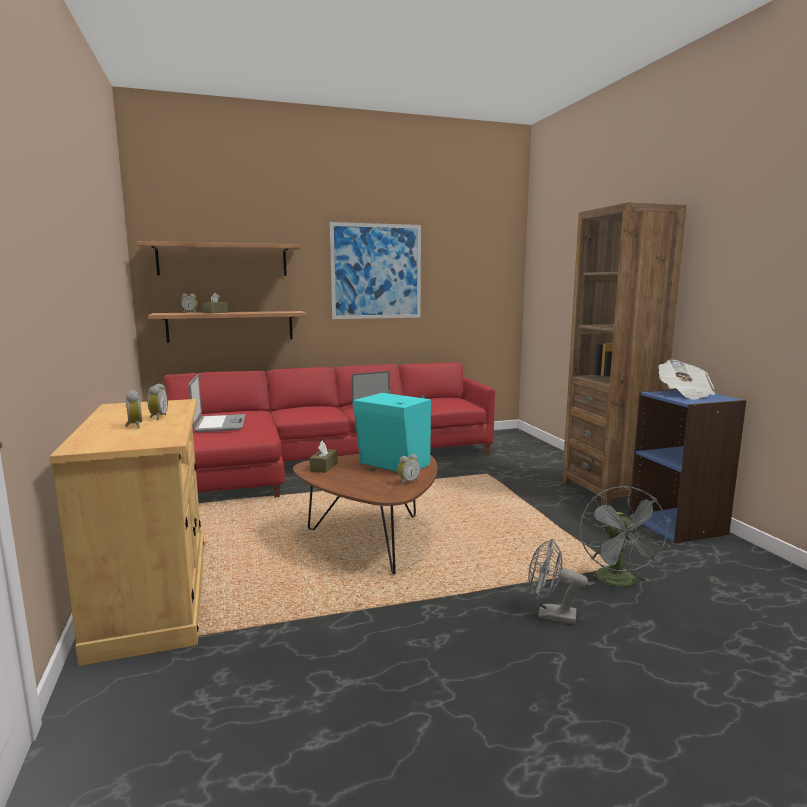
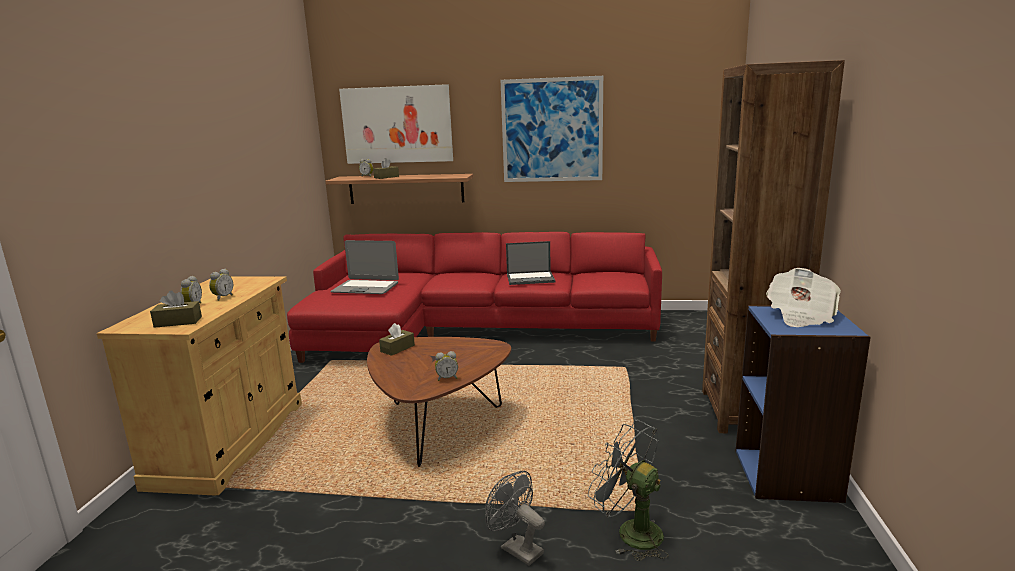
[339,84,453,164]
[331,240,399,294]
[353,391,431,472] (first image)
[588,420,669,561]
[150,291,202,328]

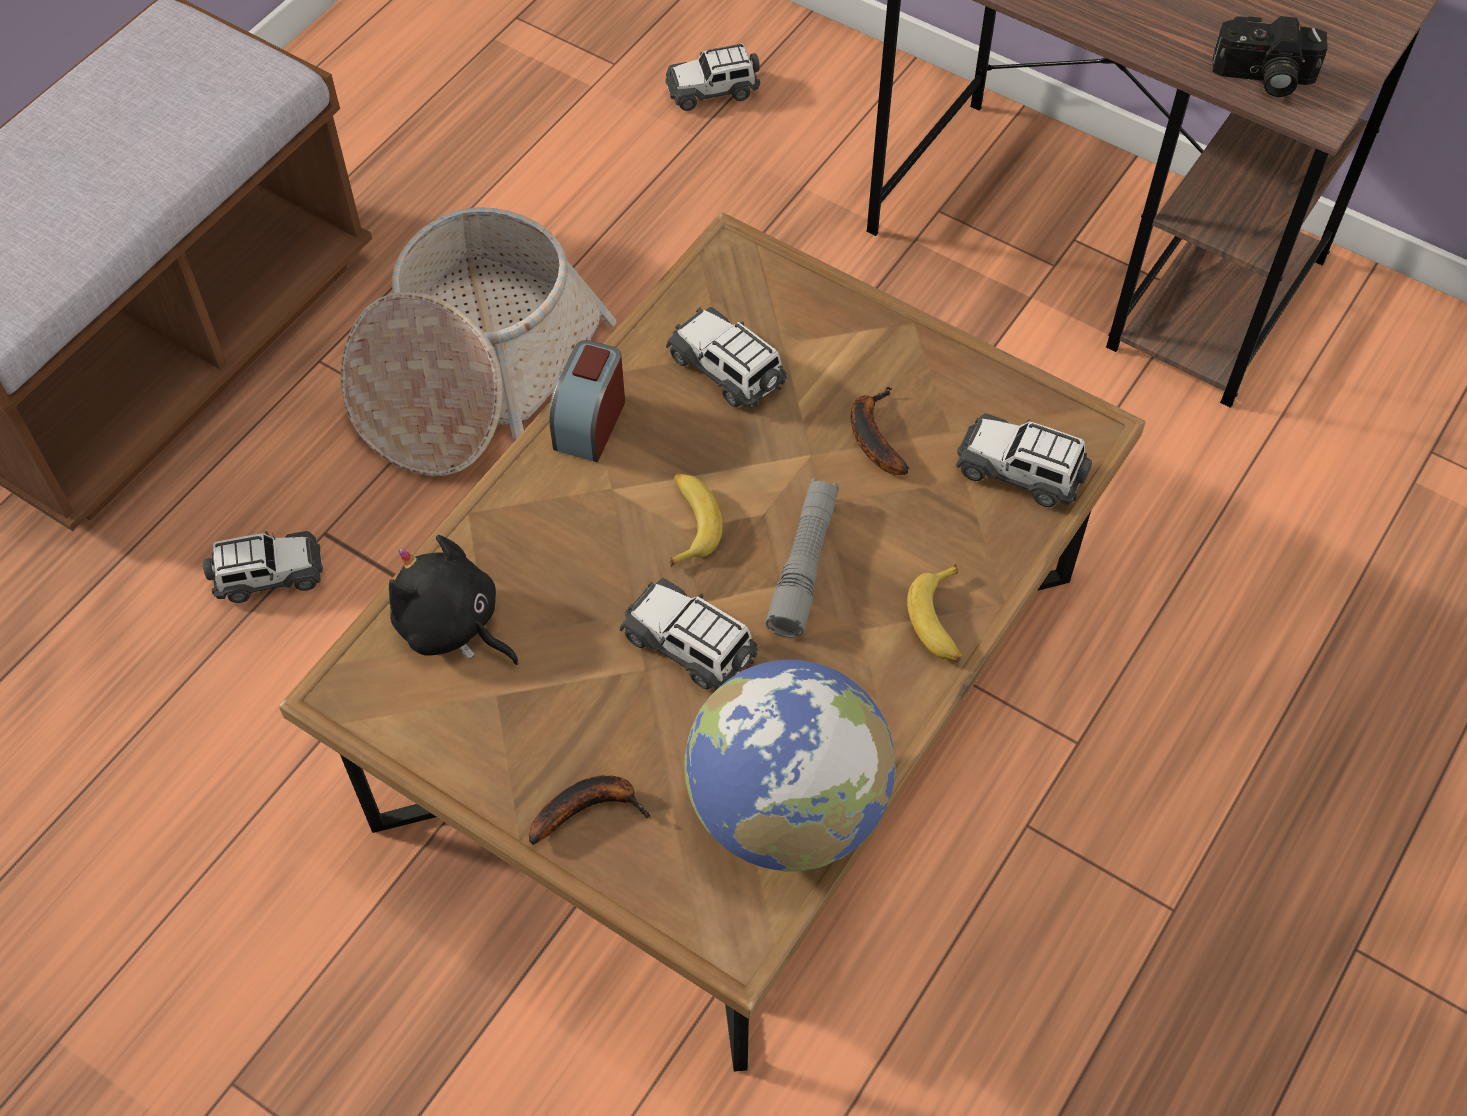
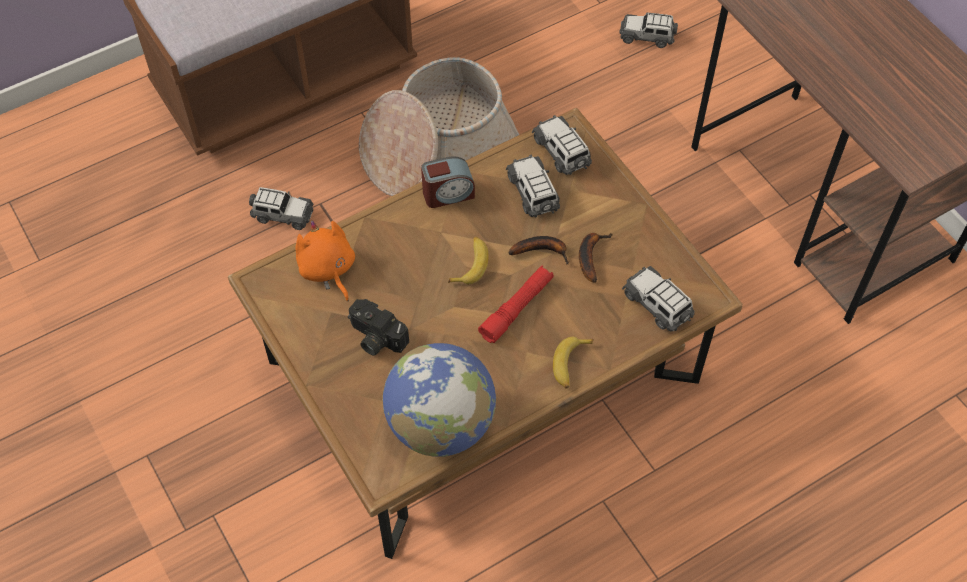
[348,299,409,356]
[421,157,475,208]
[478,265,554,343]
[295,221,355,301]
[532,115,592,175]
[508,236,569,264]

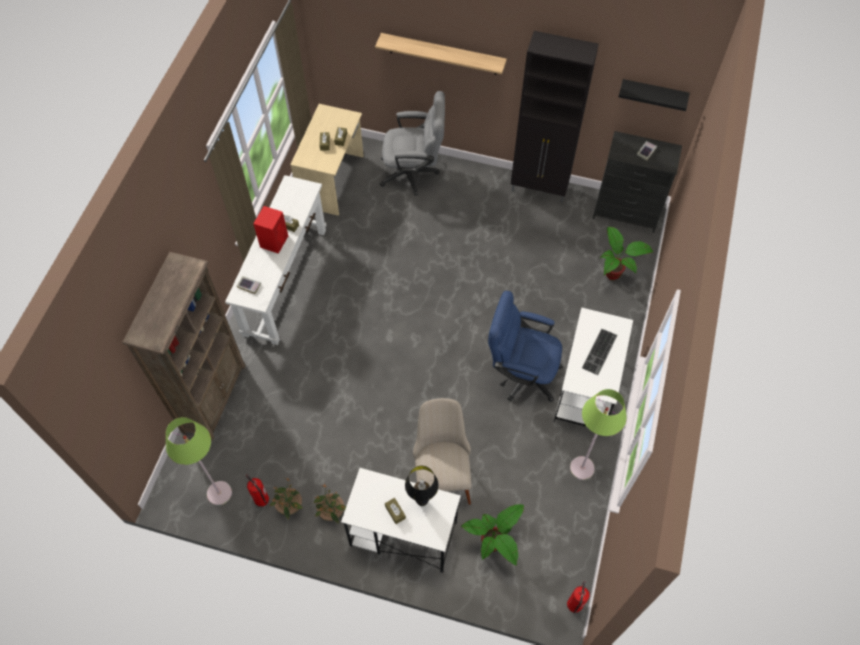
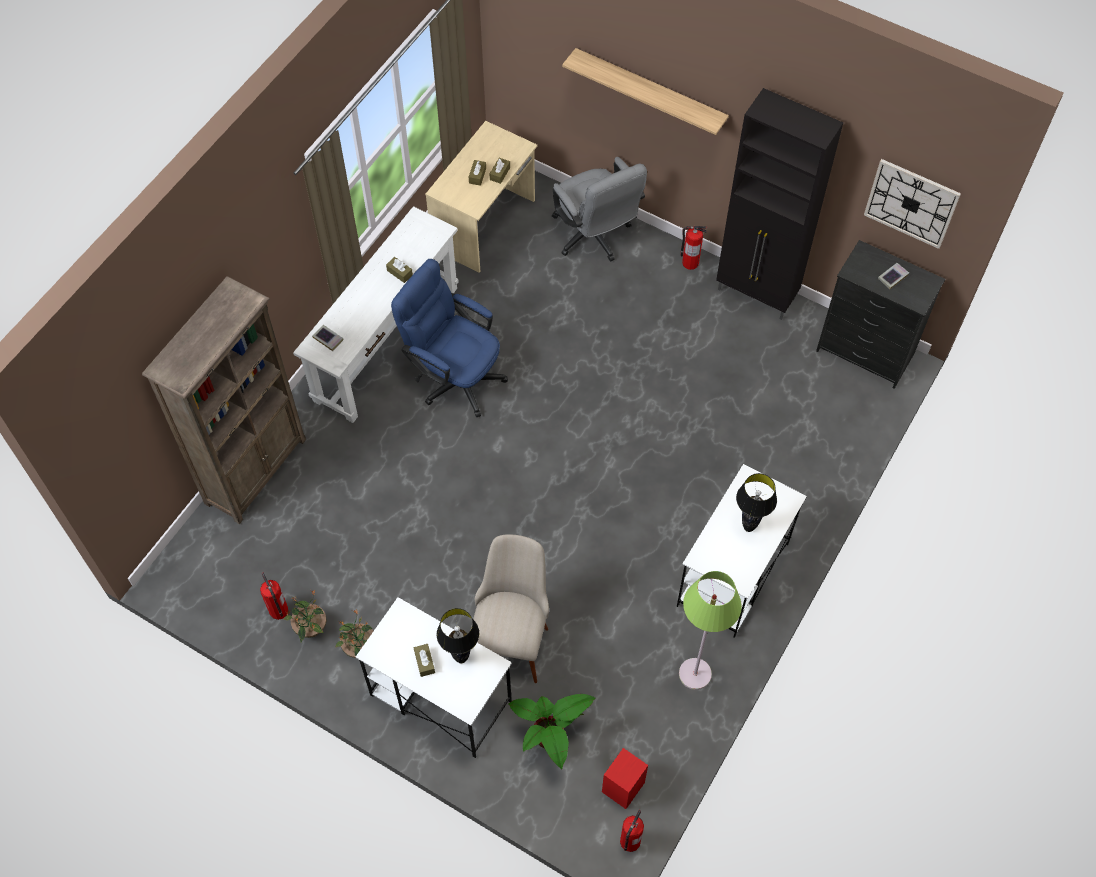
[864,159,961,249]
[552,157,647,262]
[602,748,648,809]
[599,227,653,280] (first image)
[391,259,508,417]
[736,473,777,532]
[166,417,232,505] (first image)
[681,226,707,270]

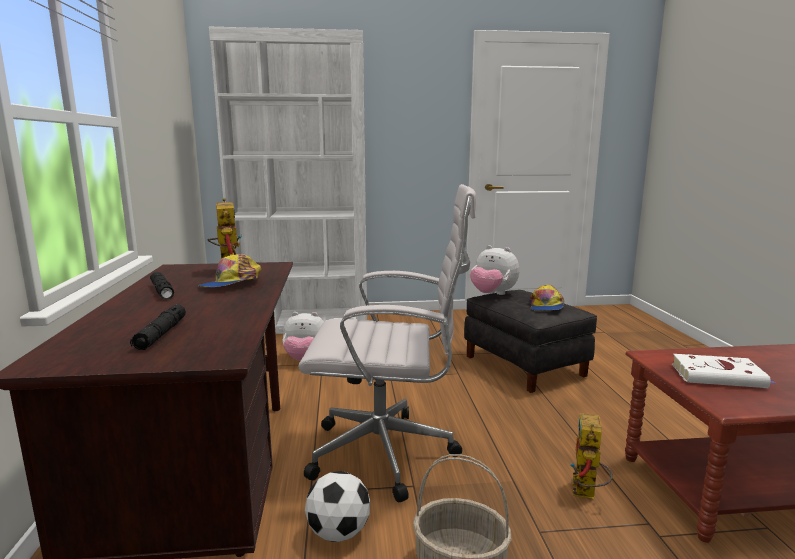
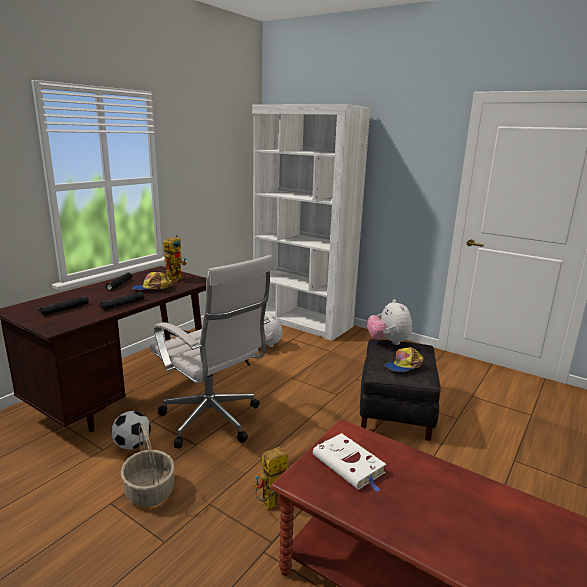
[99,292,144,310]

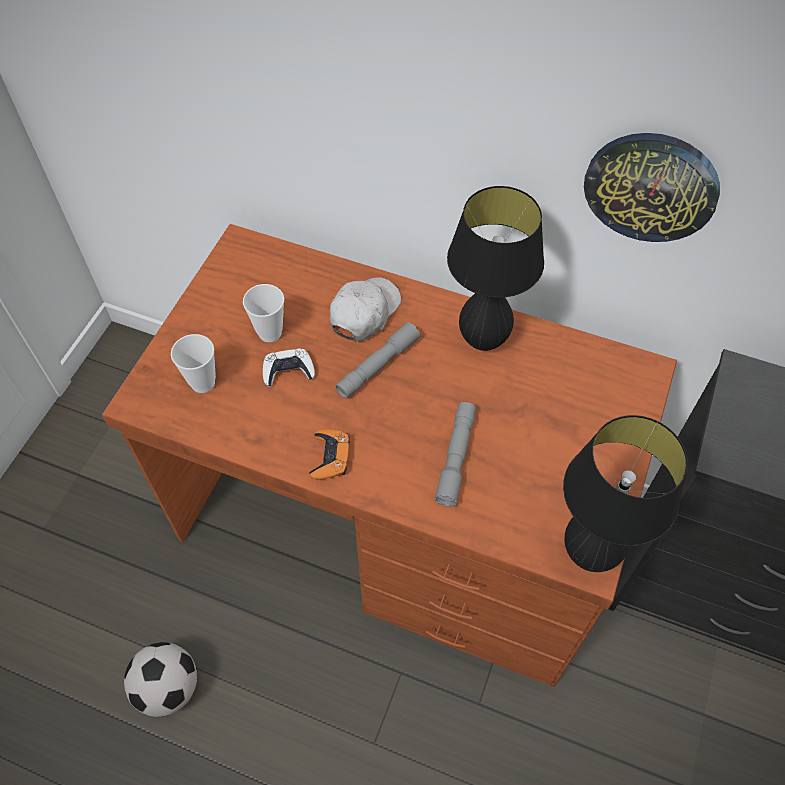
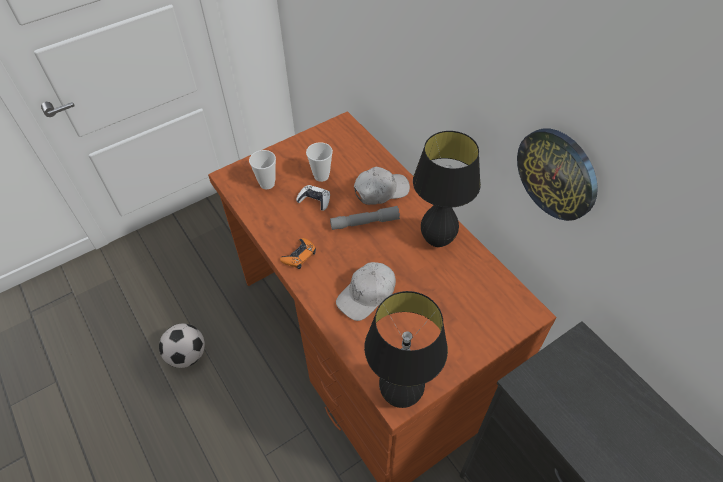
[336,262,396,321]

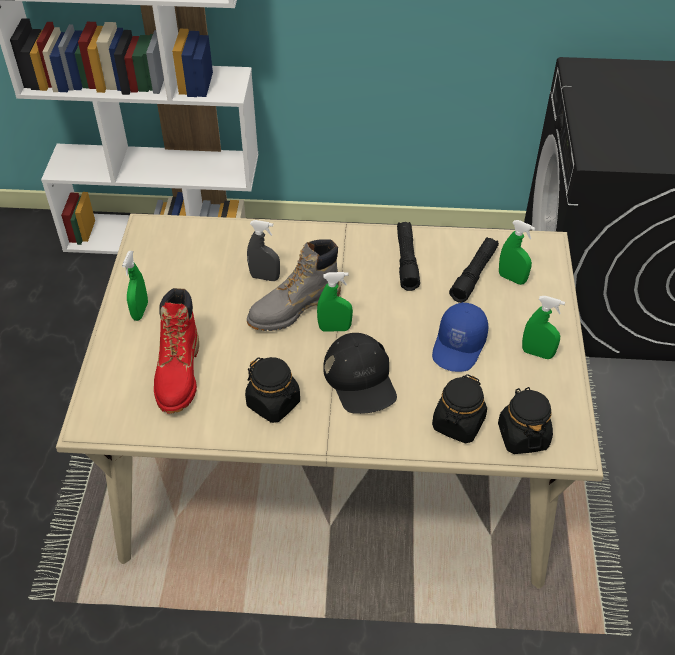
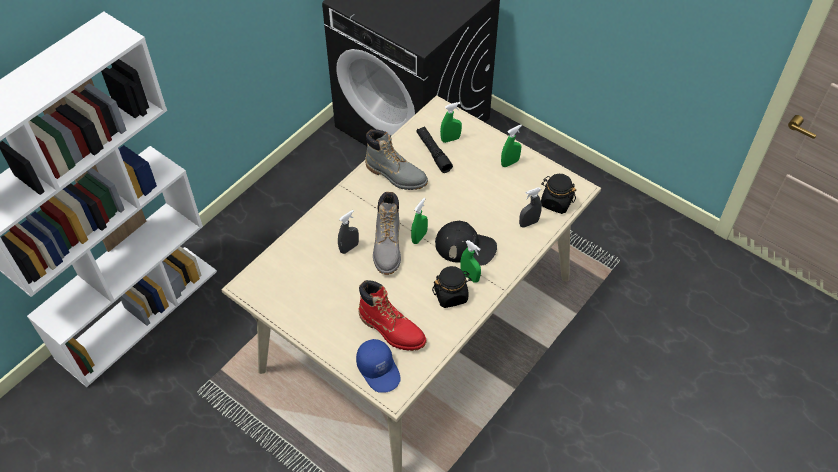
[365,129,428,190]
[460,240,481,283]
[356,339,401,393]
[519,187,542,228]

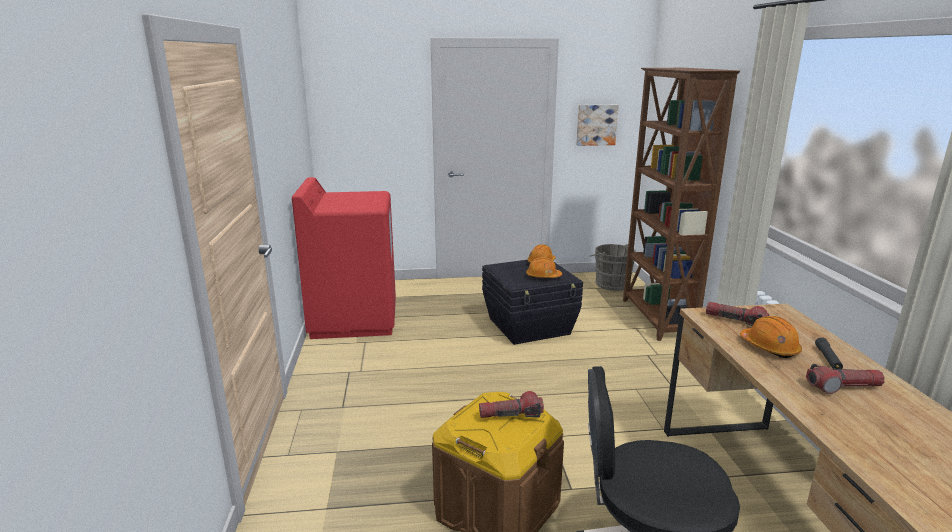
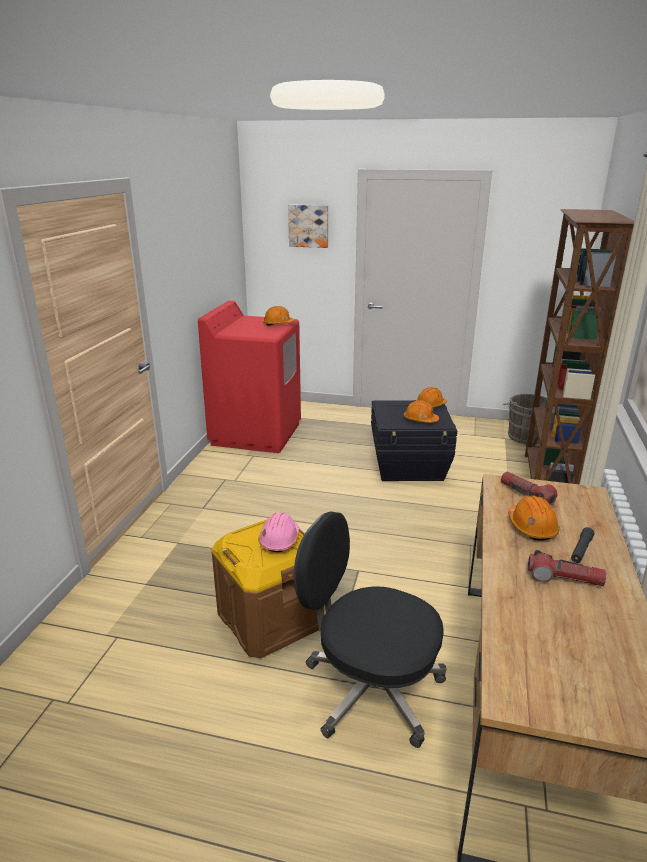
[288,204,328,248]
[258,512,299,552]
[263,306,295,326]

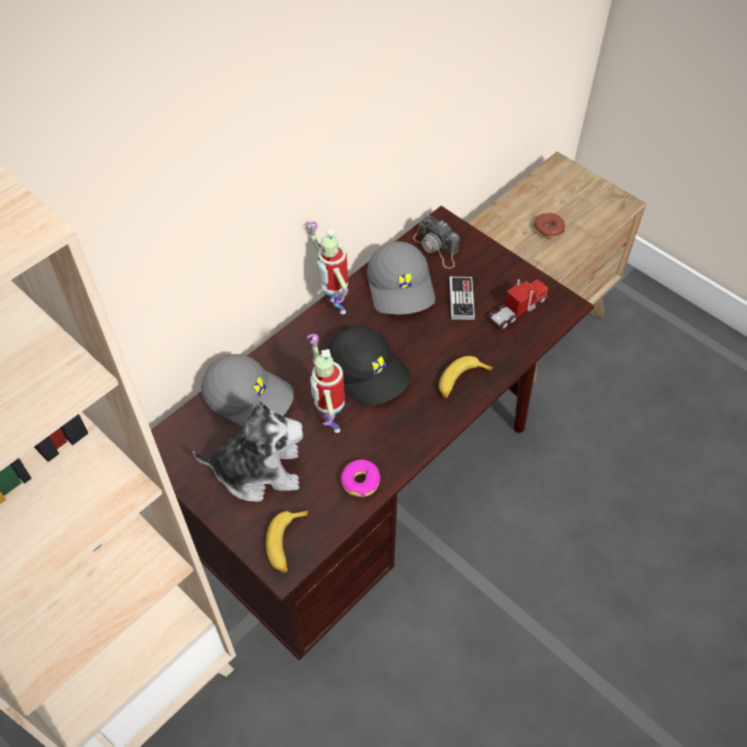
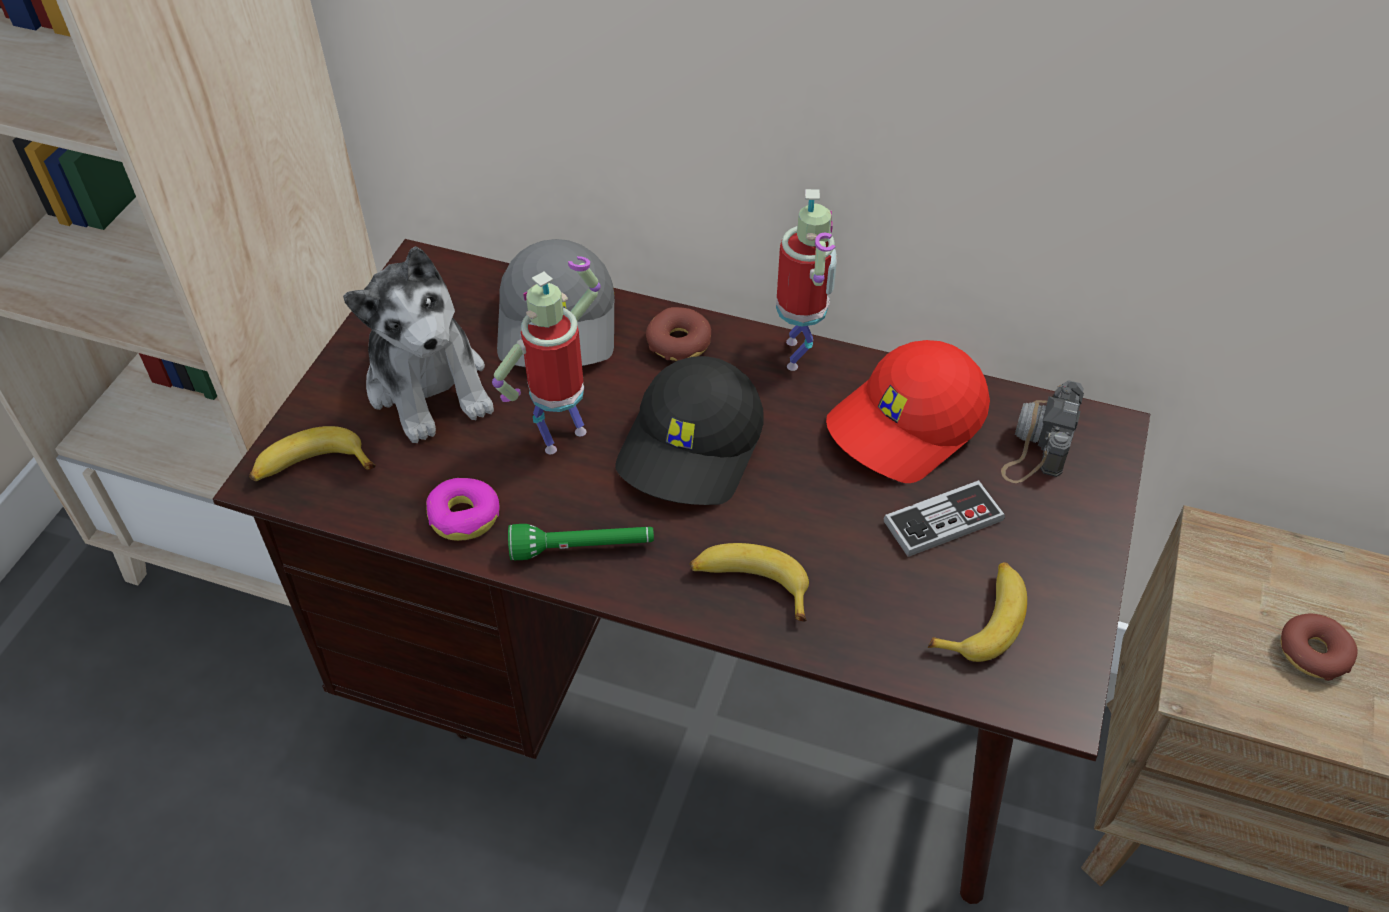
[776,189,837,371]
[826,340,990,483]
[928,562,1027,662]
[646,307,711,361]
[508,524,654,560]

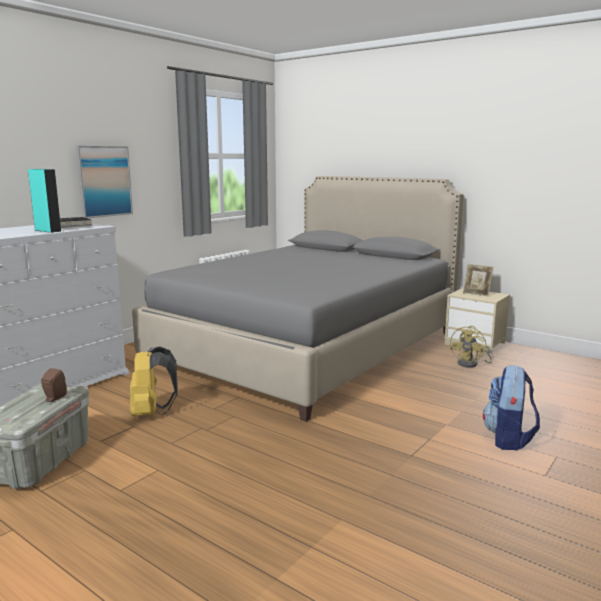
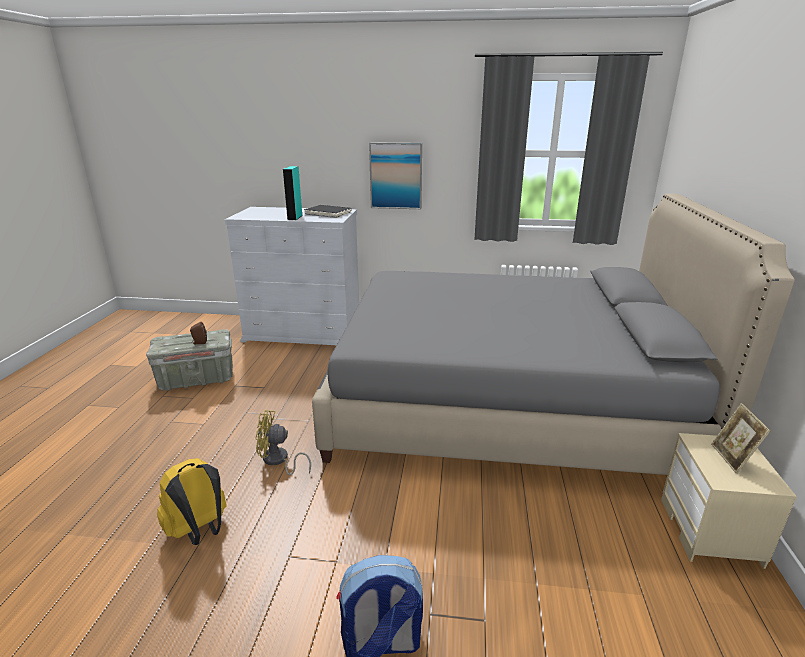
[255,410,311,475]
[157,458,227,545]

